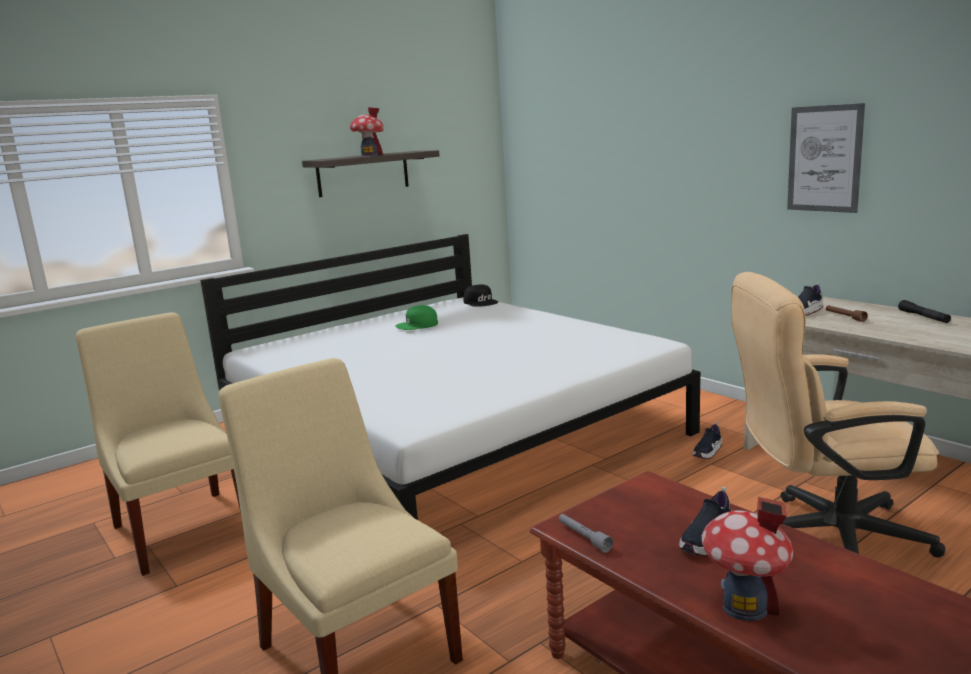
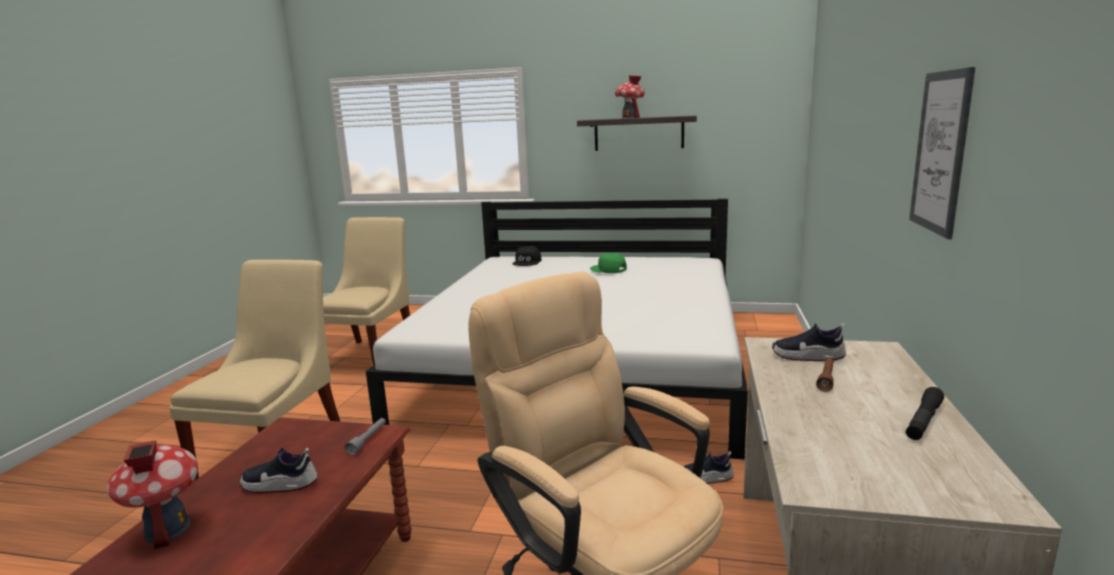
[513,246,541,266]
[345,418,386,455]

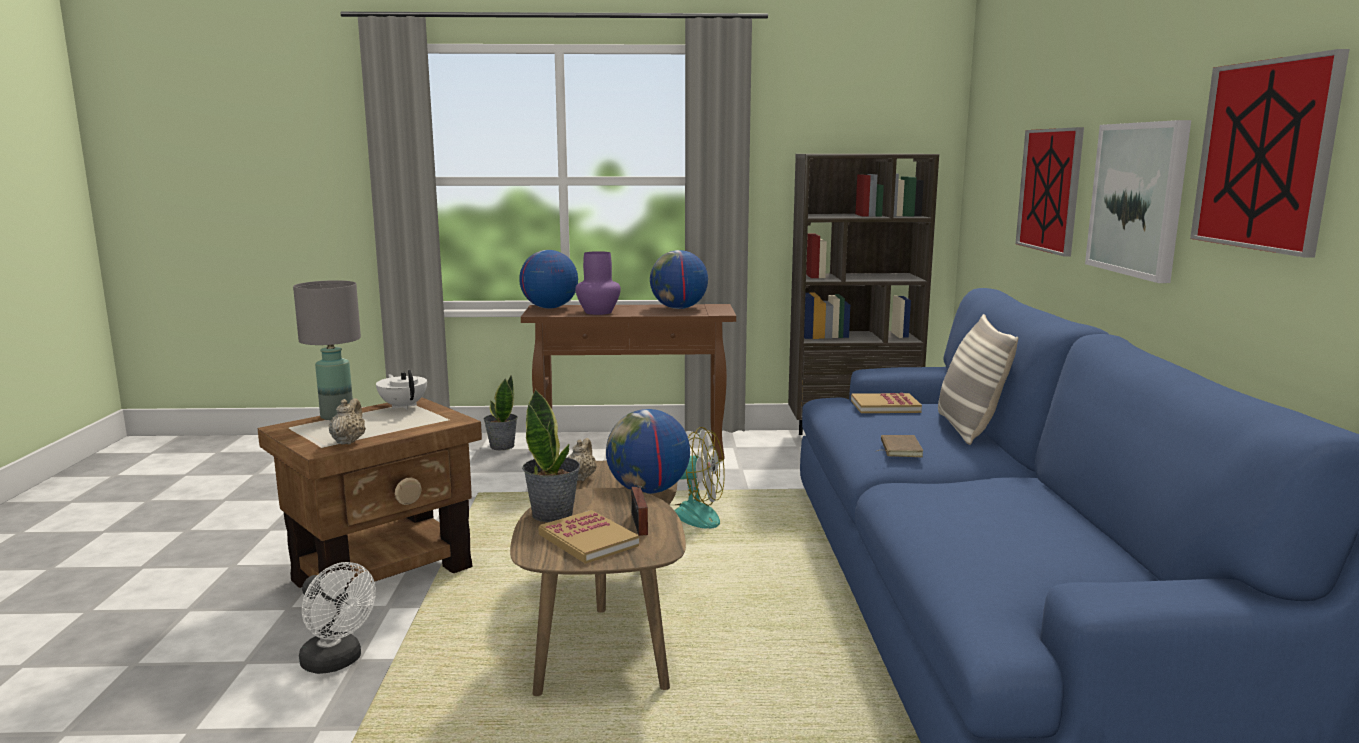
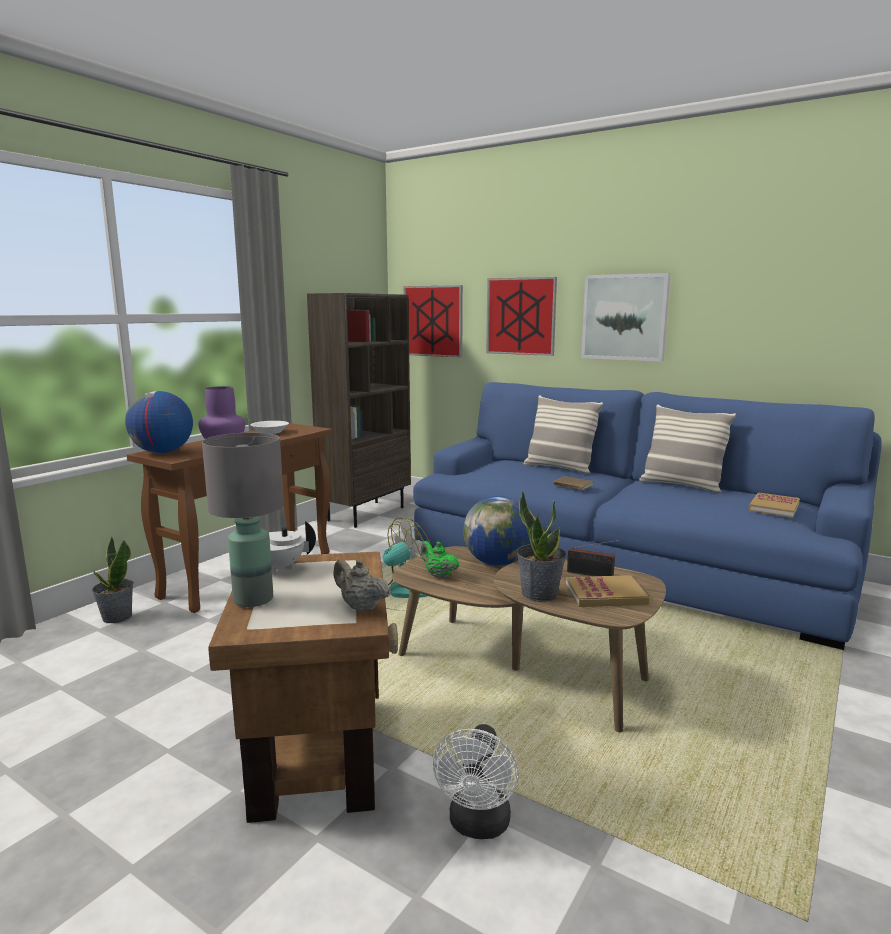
[403,285,463,358]
[251,421,289,434]
[748,492,800,518]
[421,541,459,578]
[433,724,519,839]
[639,405,736,493]

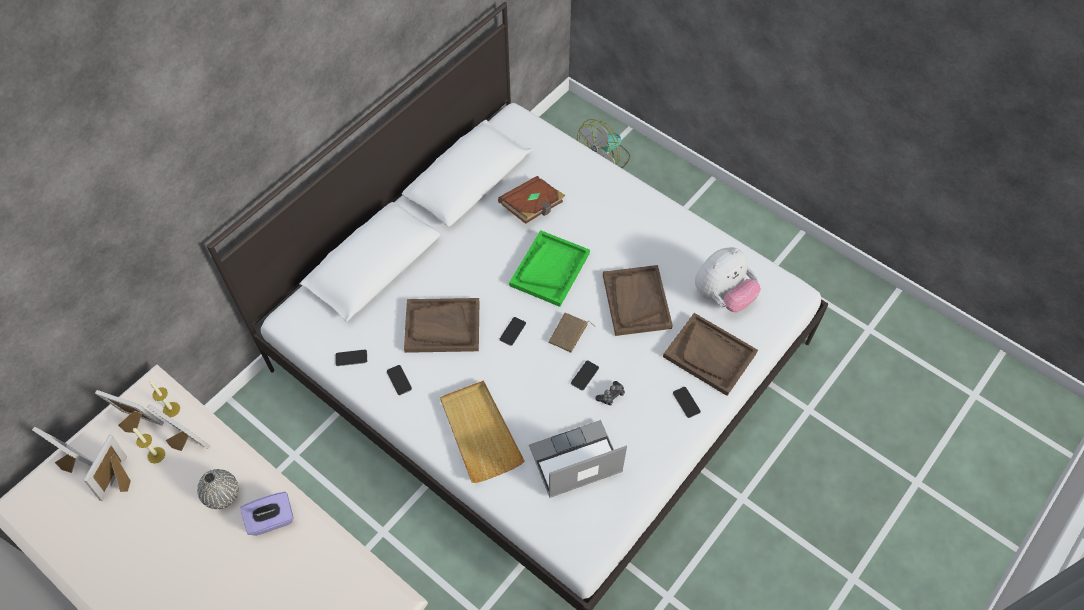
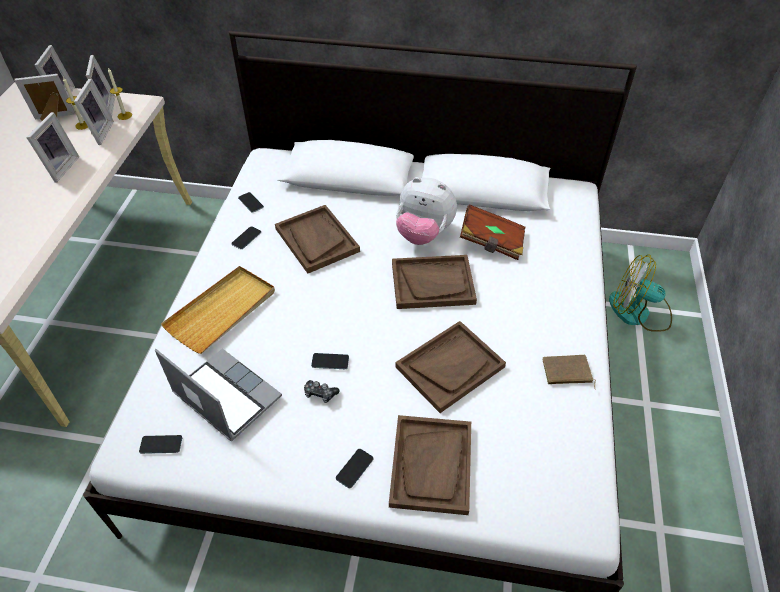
[392,255,477,309]
[396,177,457,245]
[543,355,596,388]
[139,435,182,454]
[26,112,79,182]
[240,492,294,536] (first image)

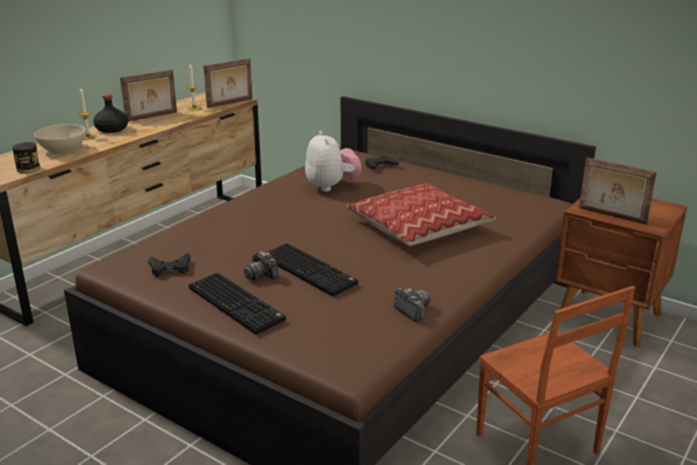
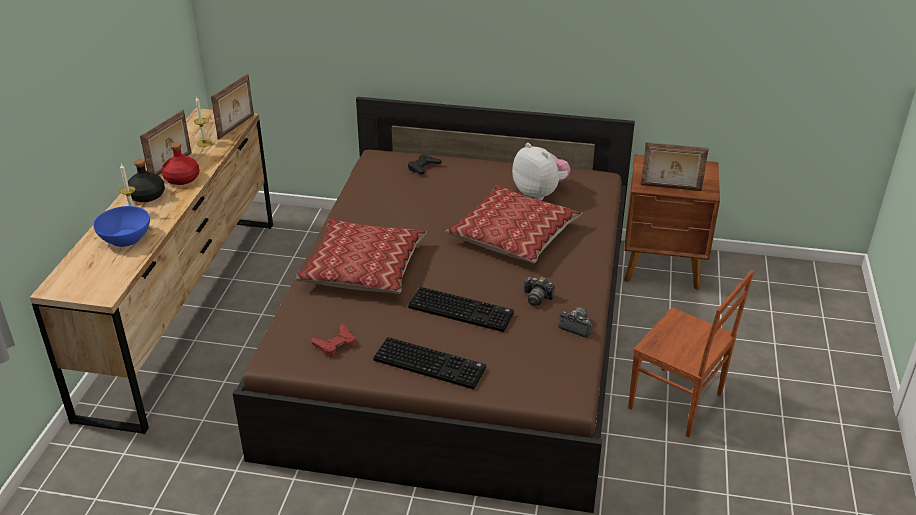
[93,206,150,247]
[512,143,571,200]
[12,142,41,173] (first image)
[524,277,555,306]
[312,324,355,357]
[162,142,199,185]
[295,220,427,294]

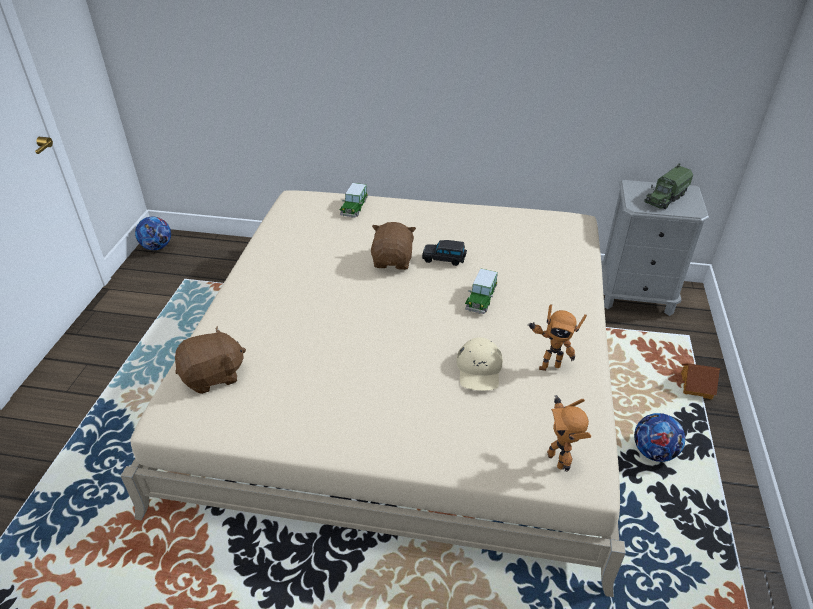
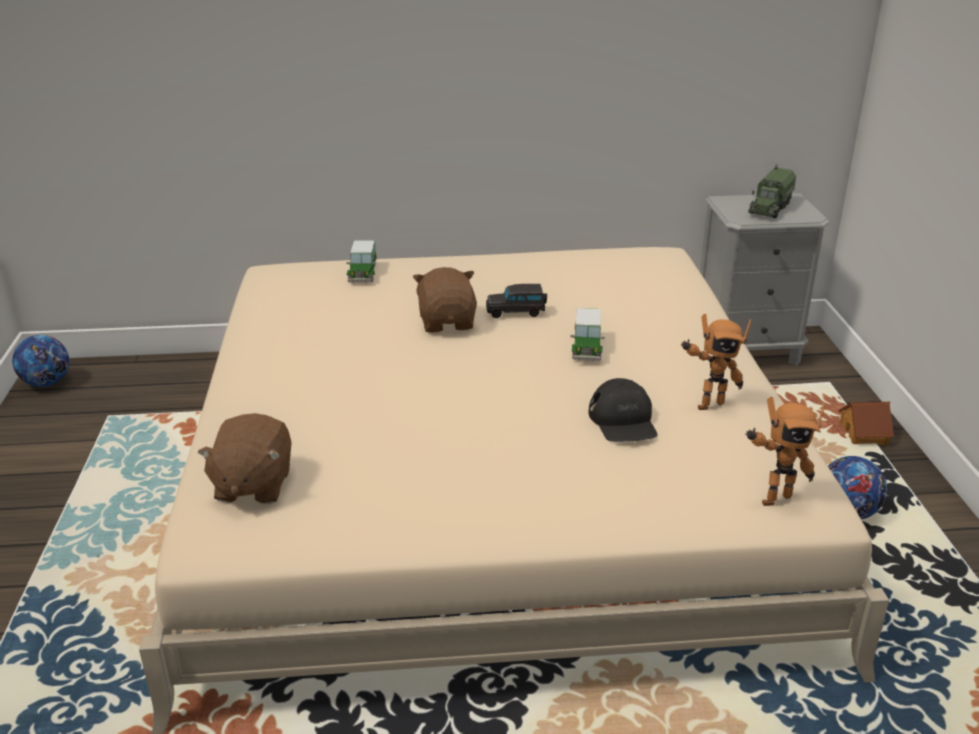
[197,413,292,504]
[589,378,658,442]
[745,397,825,506]

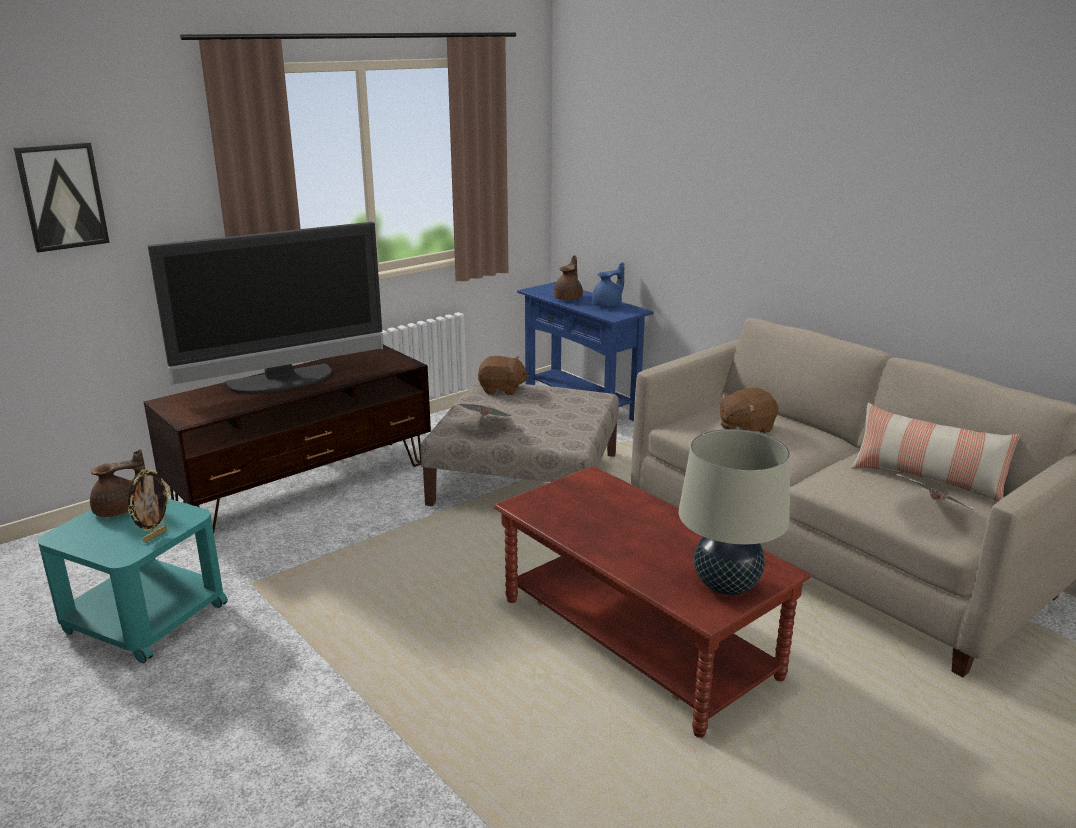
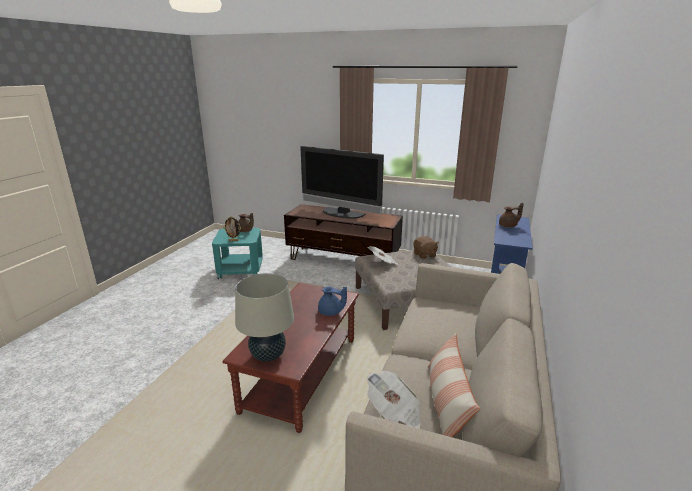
[14,142,110,252] (first image)
[318,287,347,316]
[720,388,778,433] (first image)

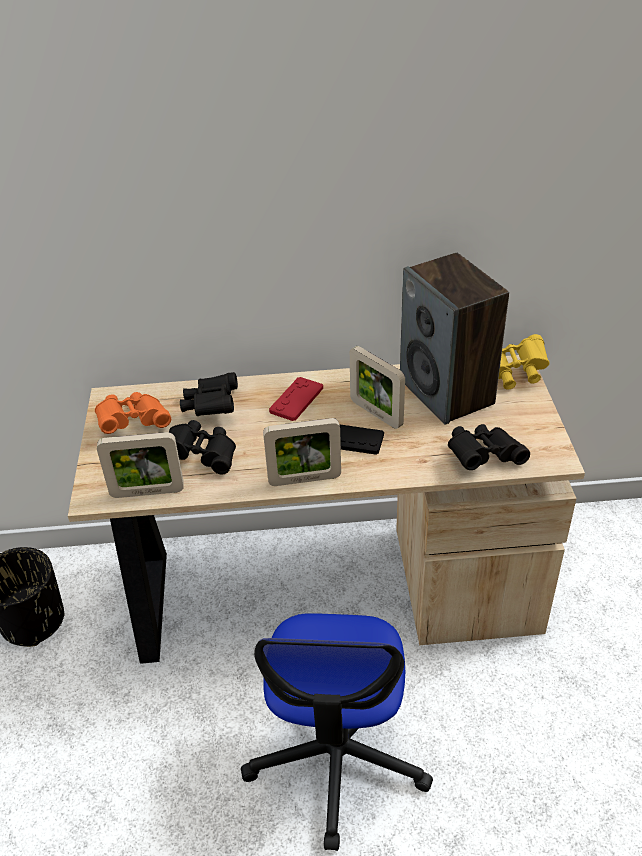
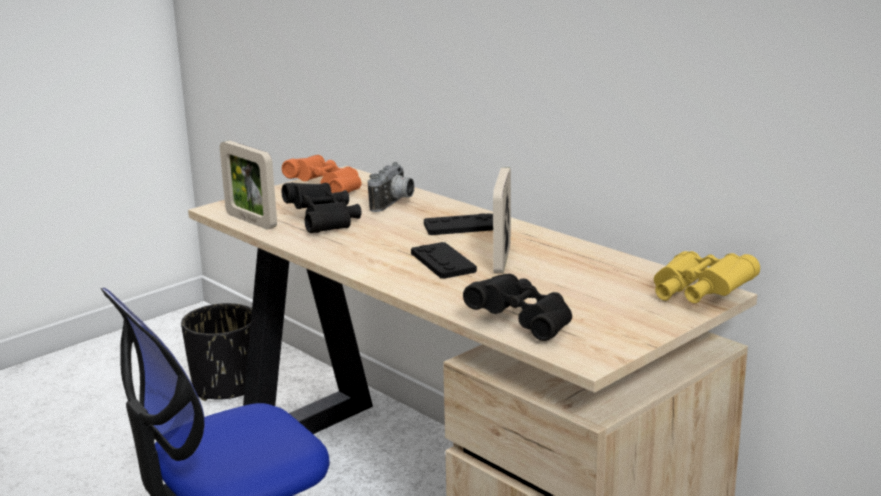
[400,253,509,425] (first image)
[368,162,414,212]
[424,213,493,235]
[263,418,341,486] (first image)

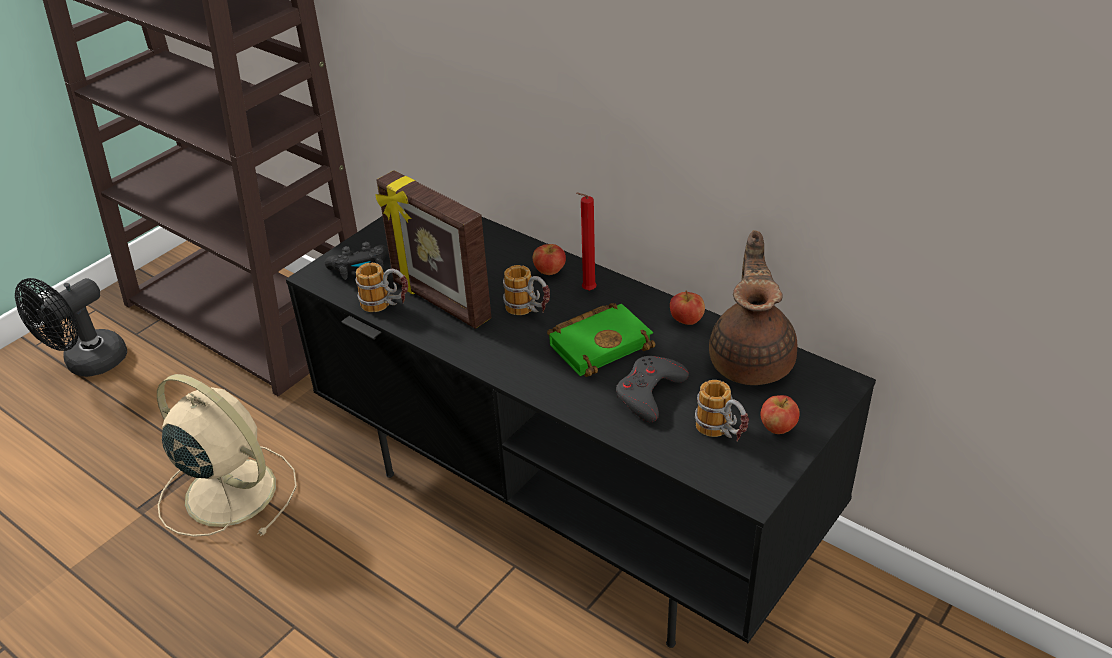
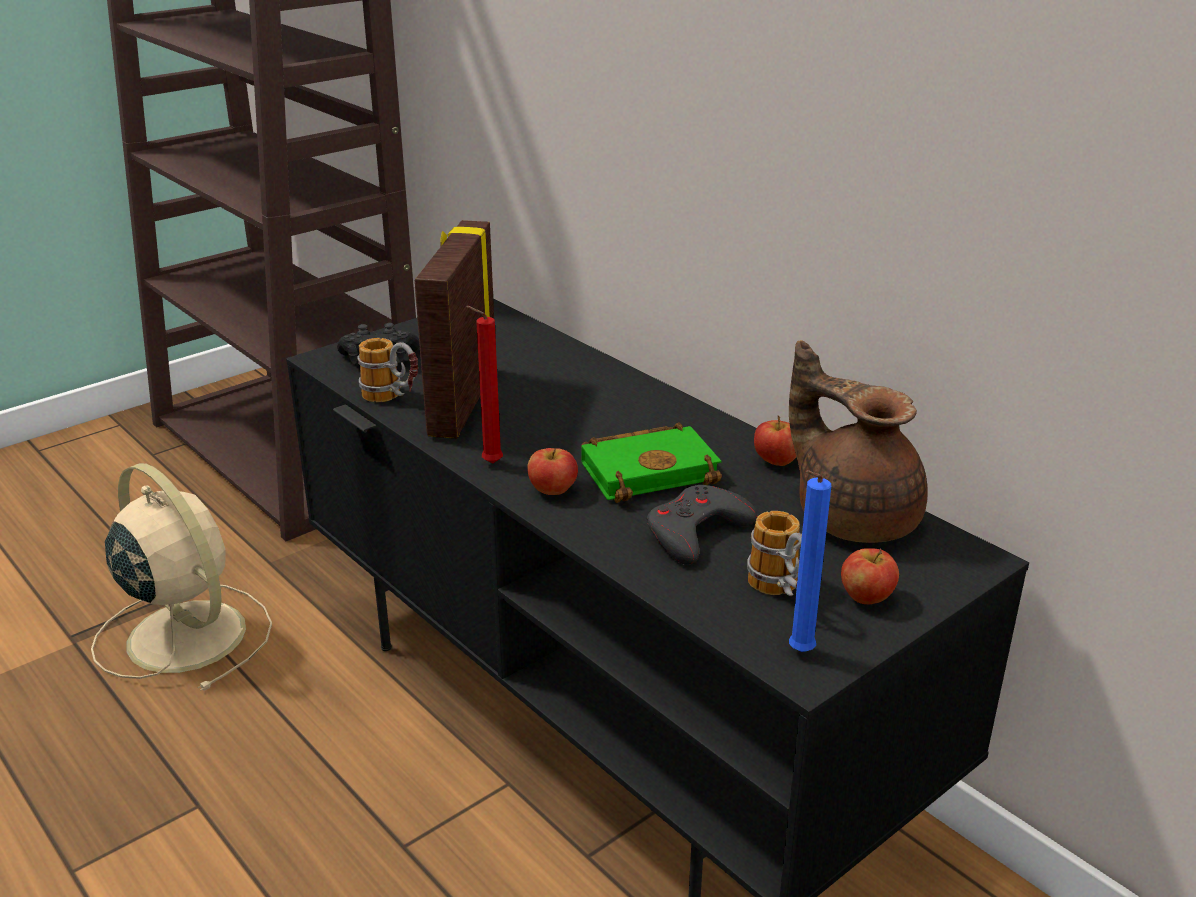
[414,220,494,439]
[466,306,503,464]
[789,340,928,543]
[527,448,578,495]
[503,265,550,315] (first image)
[15,278,127,377] (first image)
[789,470,831,652]

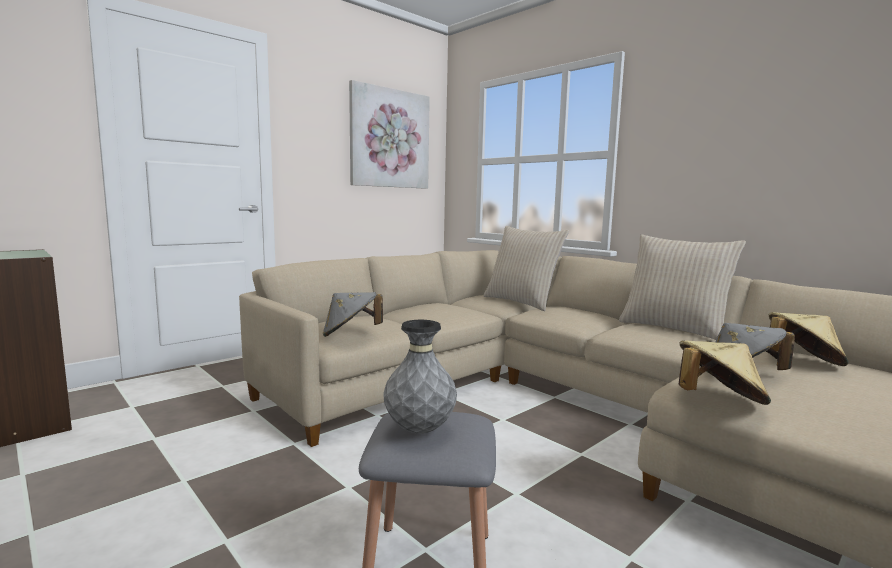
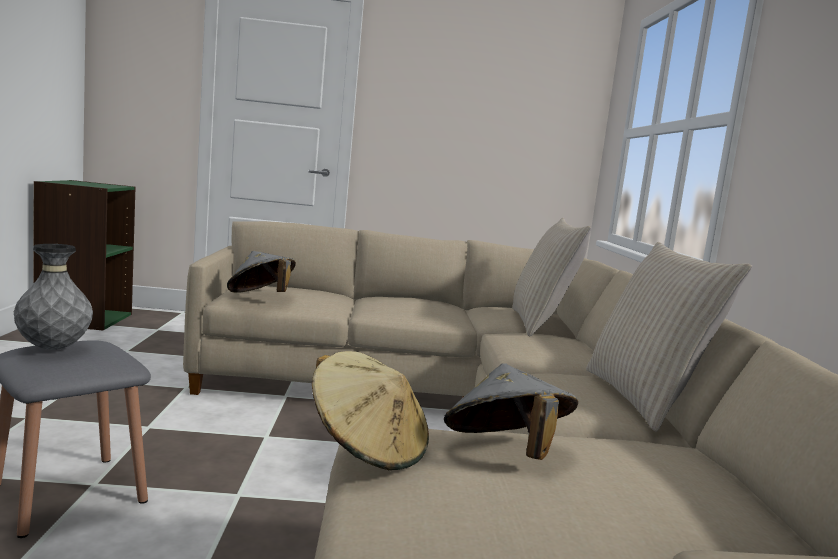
[349,80,430,189] (first image)
[769,312,849,366] (first image)

